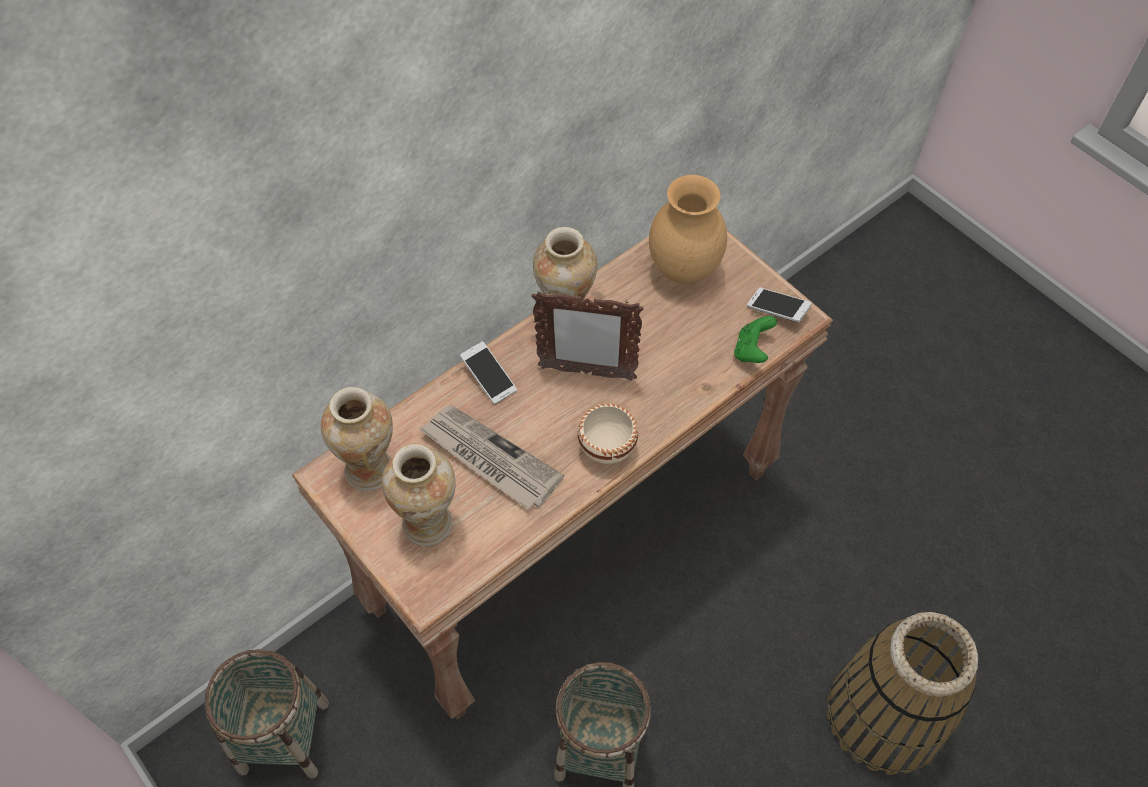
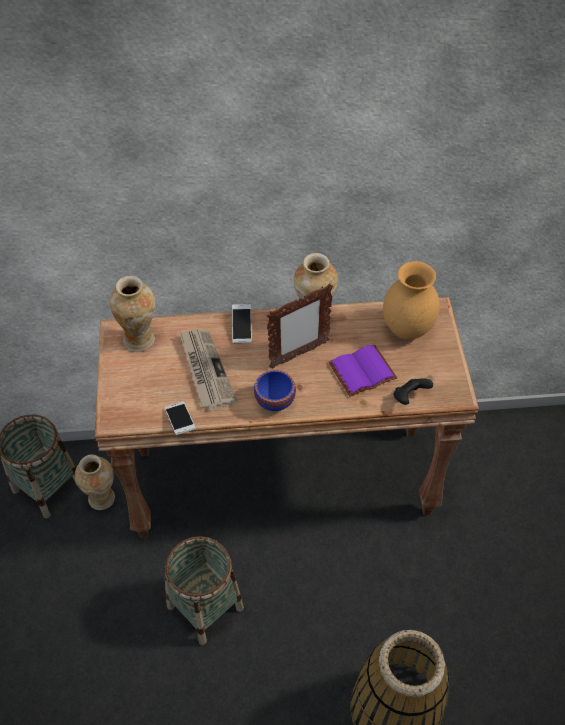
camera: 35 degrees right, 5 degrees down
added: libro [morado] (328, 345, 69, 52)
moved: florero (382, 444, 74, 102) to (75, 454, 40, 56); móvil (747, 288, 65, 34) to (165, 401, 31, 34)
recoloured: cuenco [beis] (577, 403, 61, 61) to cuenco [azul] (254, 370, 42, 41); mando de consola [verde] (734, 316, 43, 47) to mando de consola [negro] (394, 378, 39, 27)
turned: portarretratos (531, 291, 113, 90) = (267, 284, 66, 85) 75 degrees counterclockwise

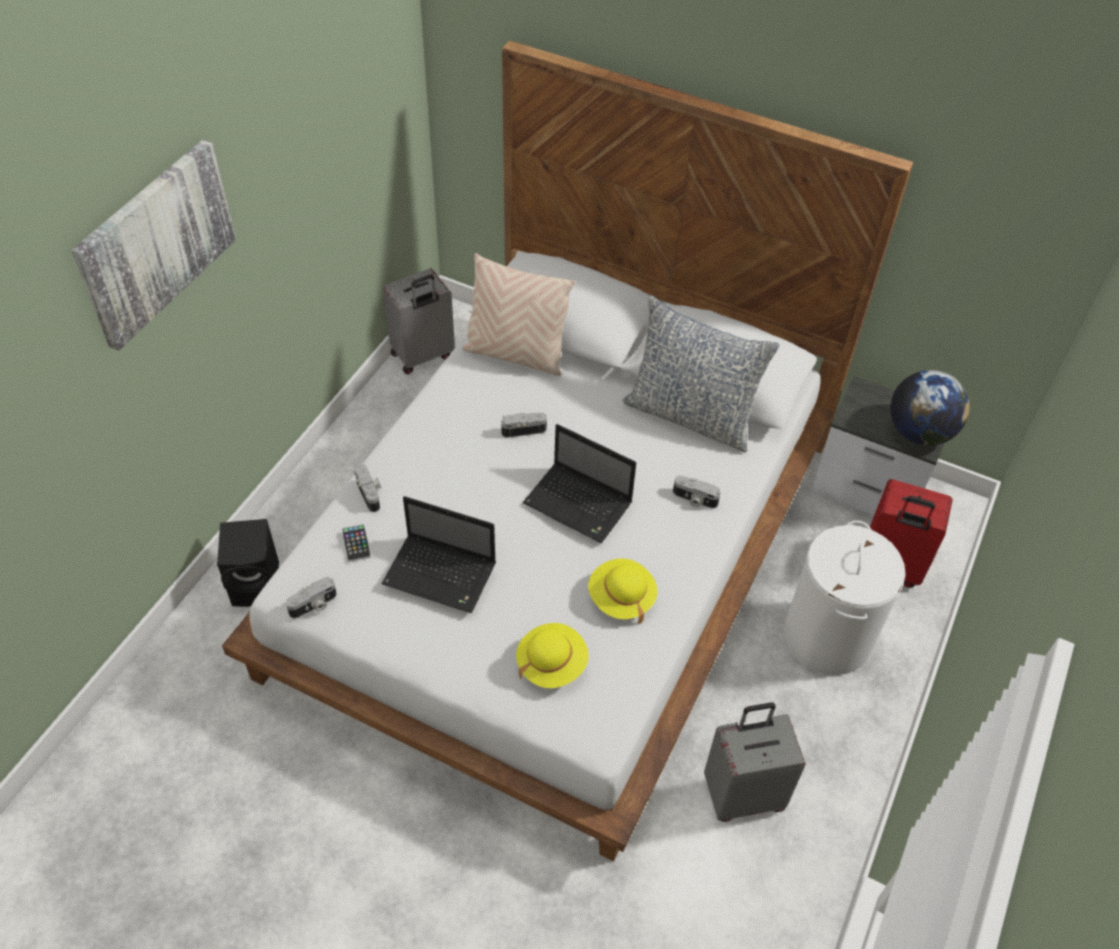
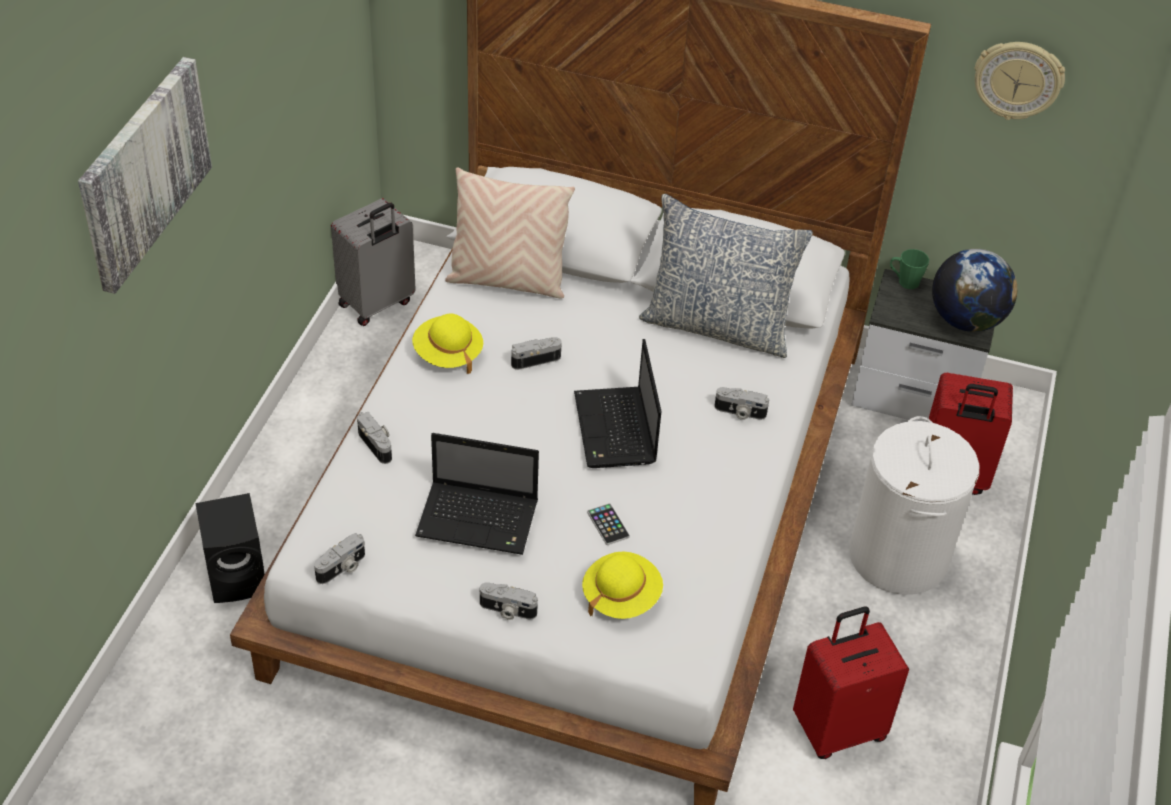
camera: 10 degrees left, 5 degrees down
added: cámara (480, 582, 58, 38); taza grande [verde] (890, 249, 39, 40); reloj de pared (974, 42, 91, 78)
moved: móvil (342, 524, 29, 38) to (587, 503, 43, 42); sombrero [amarillo] (588, 558, 69, 66) to (412, 314, 71, 60)
recoloured: maleta [gris] (704, 703, 102, 119) to maleta [rojo] (793, 606, 116, 153)
turned: portátil (523, 424, 113, 119) = (574, 339, 88, 129) 60 degrees clockwise

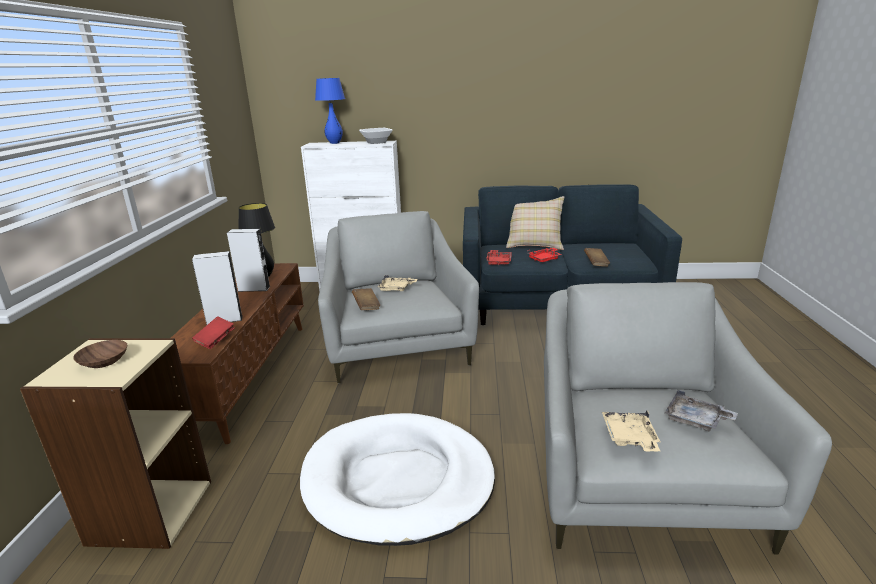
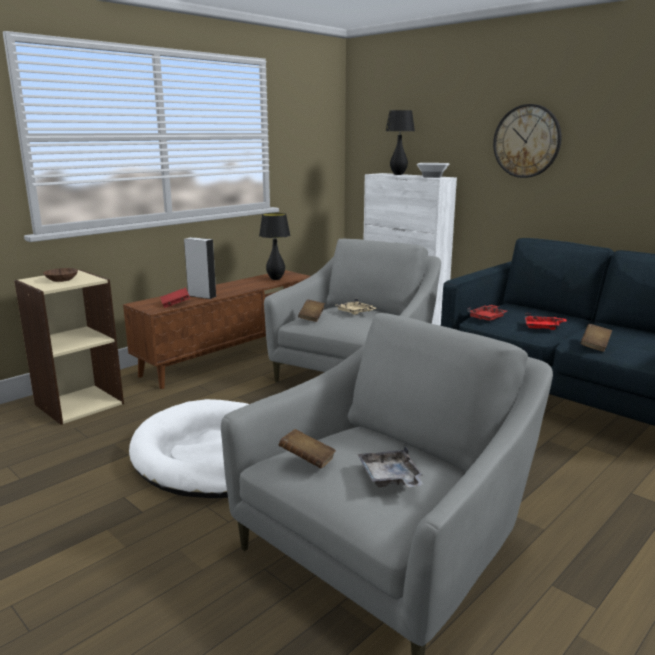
camera: 40 degrees right, 5 degrees down
removed: altavoz [gris] (227, 229, 43, 63); cojín [beis] (506, 196, 58, 54)
added: reloj de pared (493, 104, 68, 74)
replaced: bandeja [beis] (602, 410, 59, 41) to libro [marrón] (278, 429, 58, 39)
recoloured: lámpara de mesa [azul] (315, 78, 30, 66) to lámpara de mesa [negro] (386, 110, 29, 65)

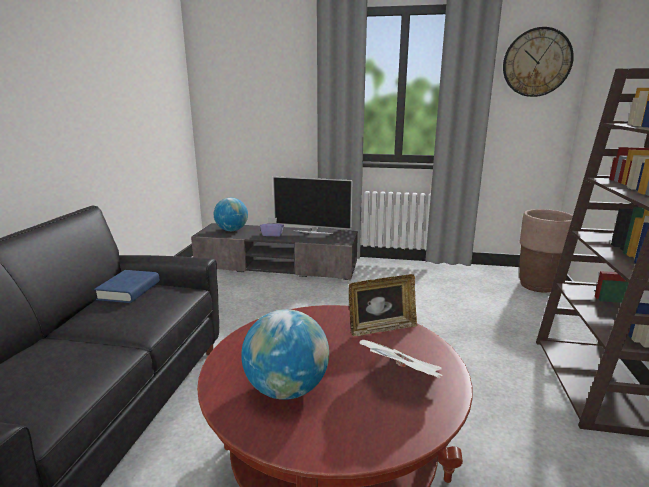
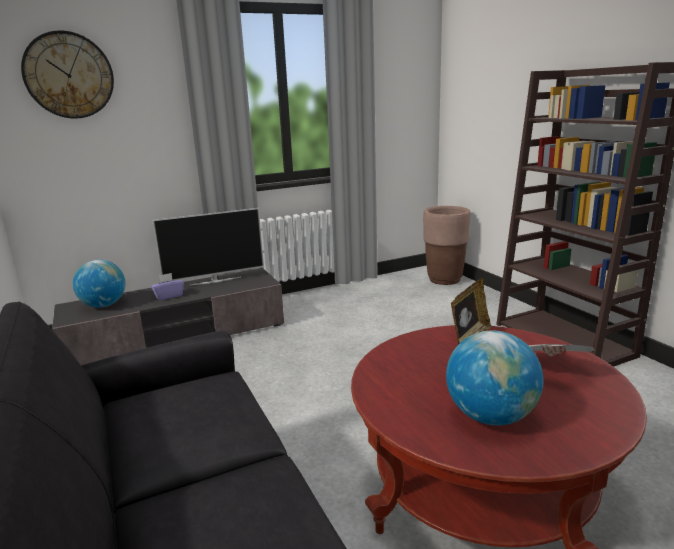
camera: 35 degrees left, 0 degrees up
removed: libro [azul] (94, 270, 65, 33)
moved: reloj de pared (503, 27, 71, 70) to (21, 30, 93, 89)

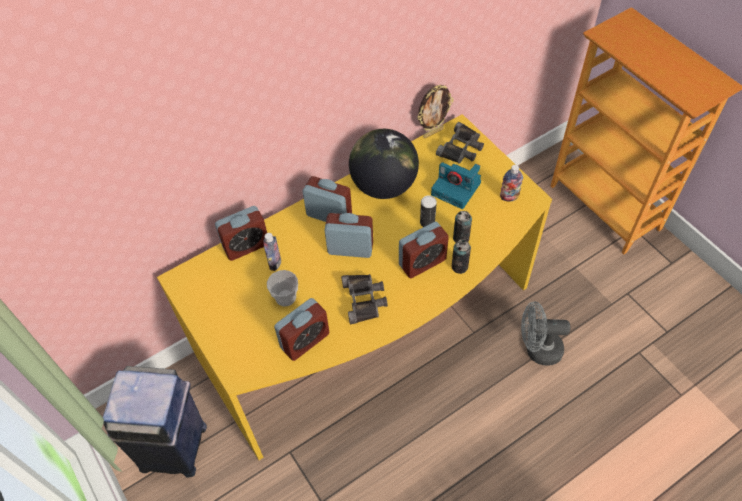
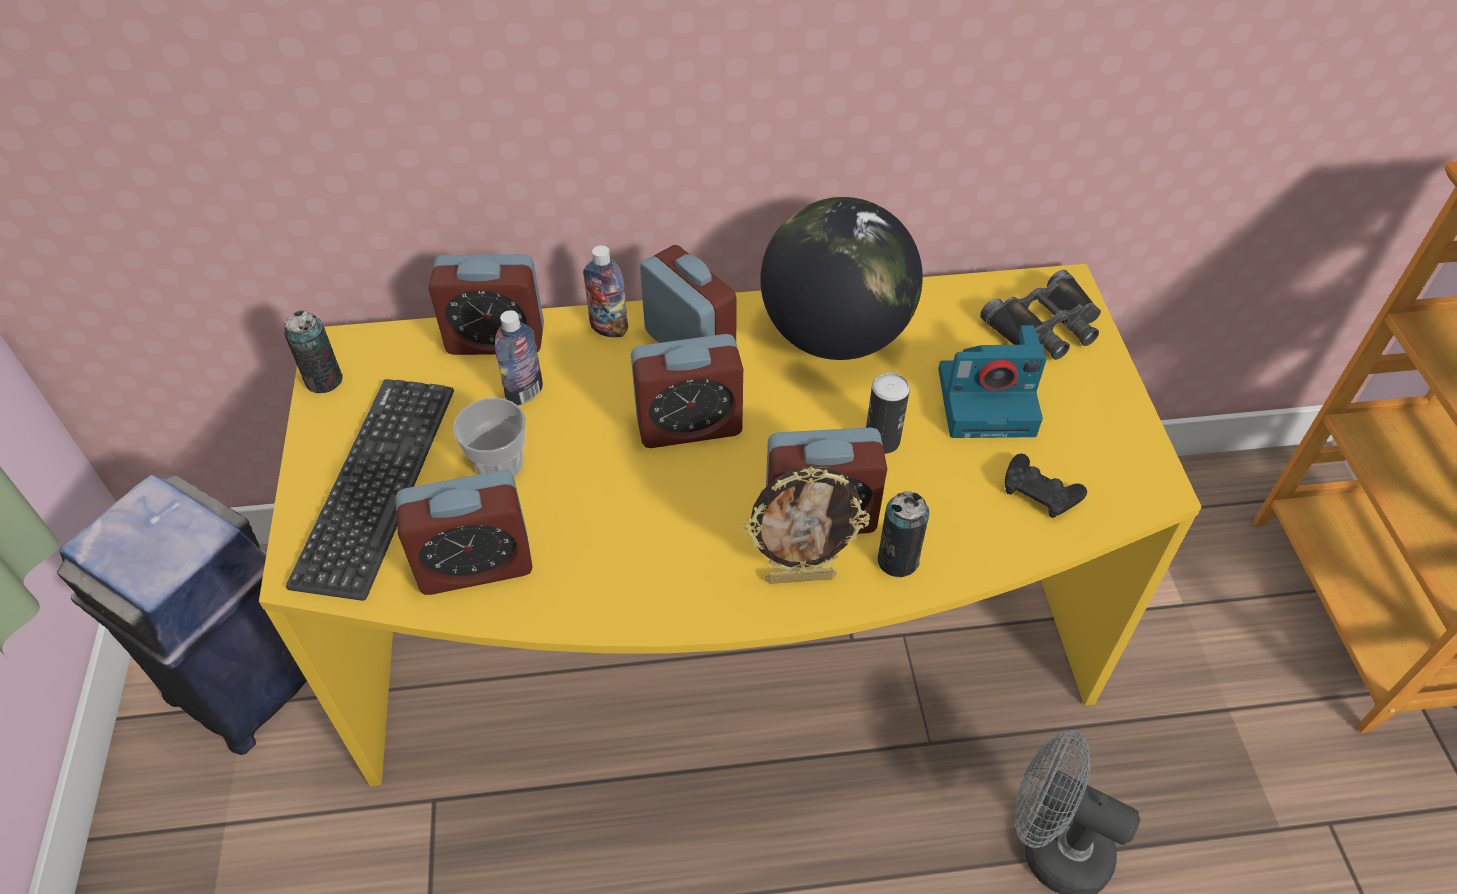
camera: 25 degrees right, 5 degrees down
removed: prismáticos [negro] (341, 274, 47, 50)
added: teclado (286, 379, 168, 222); mando de consola [negro] (1005, 454, 82, 64)
moved: portarretratos (417, 85, 36, 53) to (743, 466, 127, 118); lata (453, 211, 19, 32) to (284, 310, 59, 83); botella (500, 165, 23, 36) to (583, 245, 45, 92)
turned: despertador (325, 213, 48, 45) = (631, 334, 112, 114) 135 degrees clockwise; cámara (431, 162, 50, 47) = (938, 325, 108, 113) 60 degrees counterclockwise

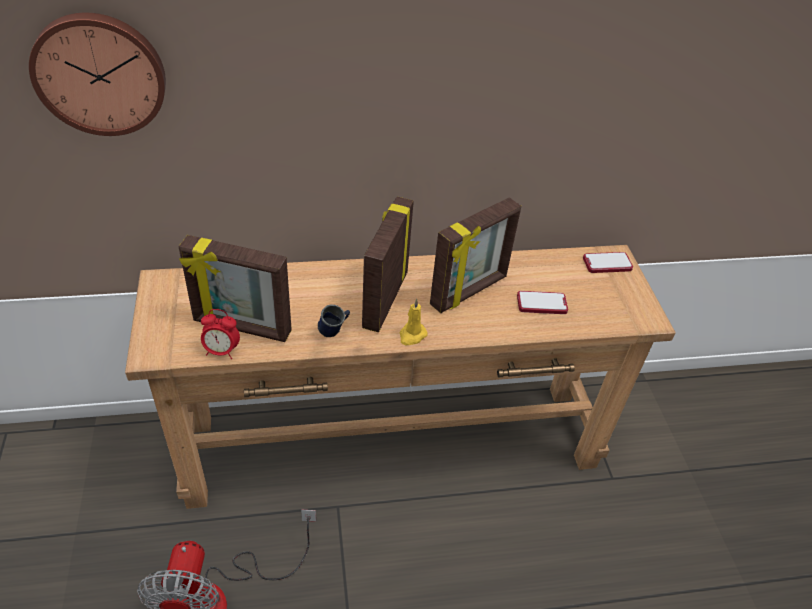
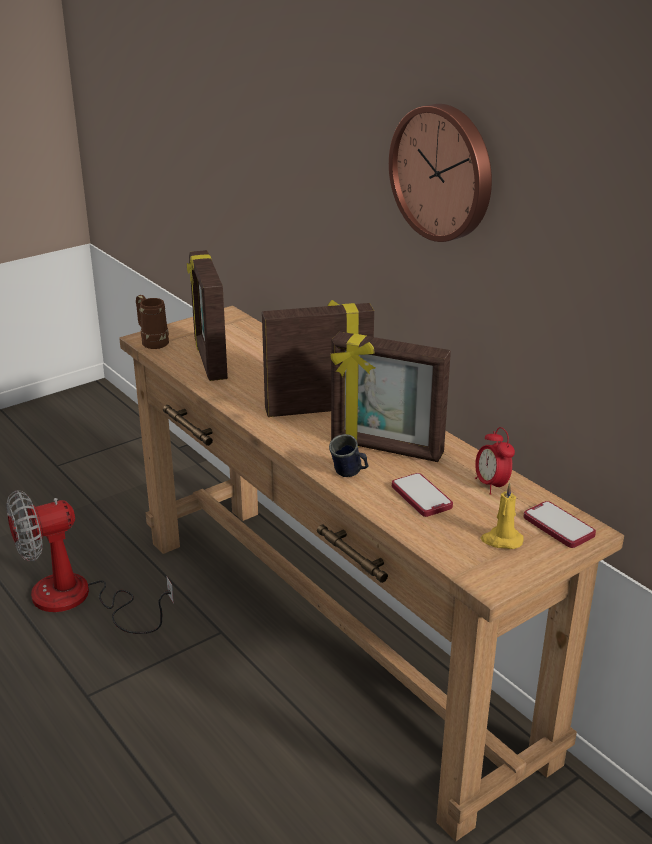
camera: 65 degrees right, 15 degrees down
added: taza grande [marrón] (136, 295, 33, 54)
moved: reloj de pared (29, 13, 137, 123) to (389, 104, 103, 138); despertador (201, 309, 39, 50) to (475, 427, 40, 68); taza grande [azul] (318, 305, 32, 32) to (329, 434, 39, 43); vela [amarillo] (399, 298, 29, 47) to (481, 483, 43, 66)

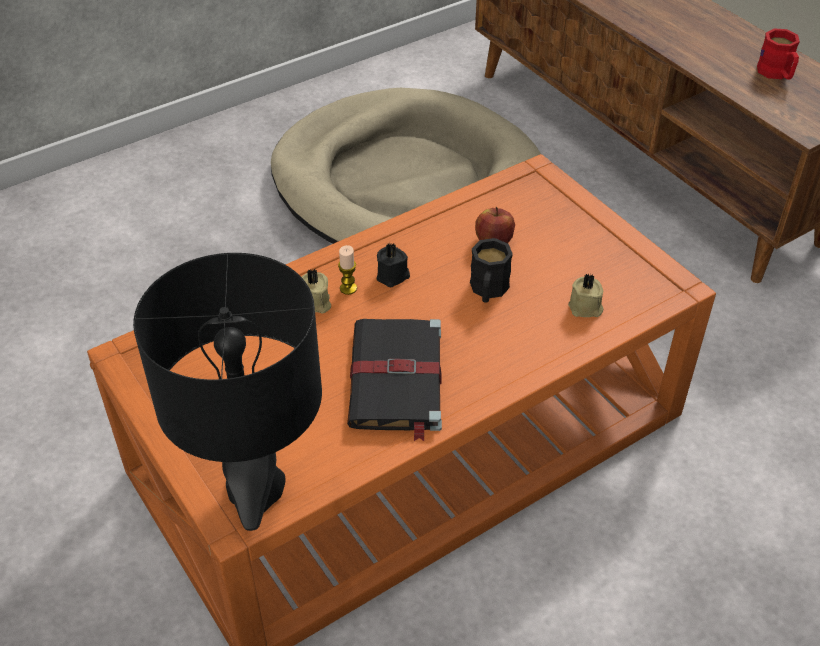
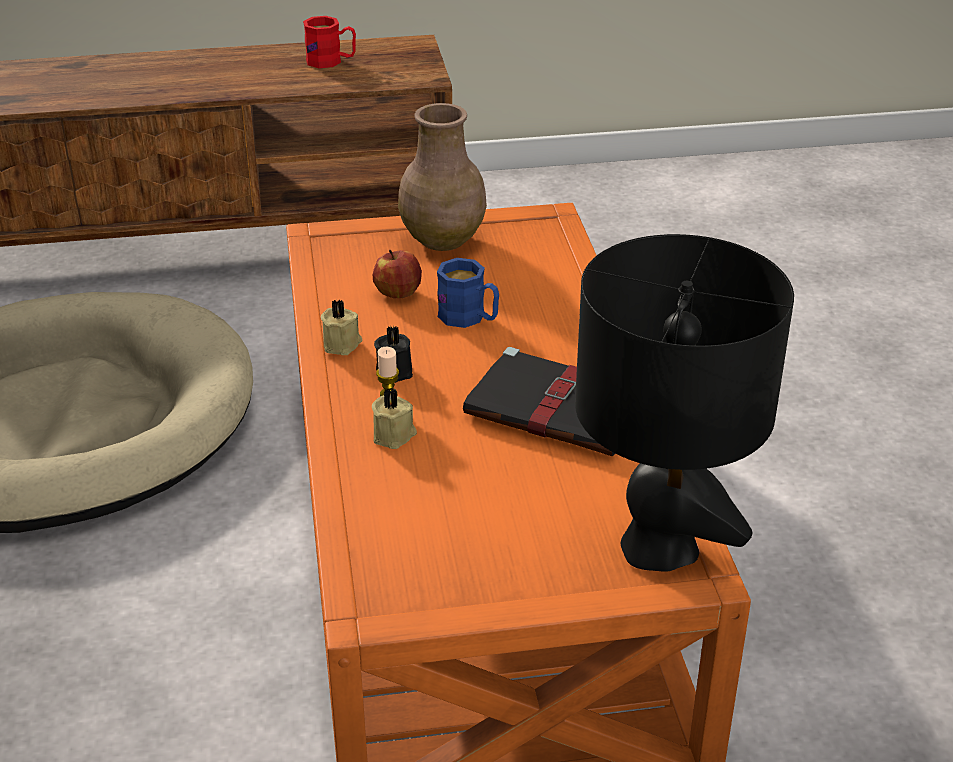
camera: 65 degrees left, 10 degrees down
added: florero [marrón] (398, 103, 89, 148)
moved: vela [beis] (568, 274, 36, 43) to (321, 299, 42, 56)
recoloured: taza grande [negro] (470, 238, 43, 65) to taza grande [azul] (437, 258, 62, 70)

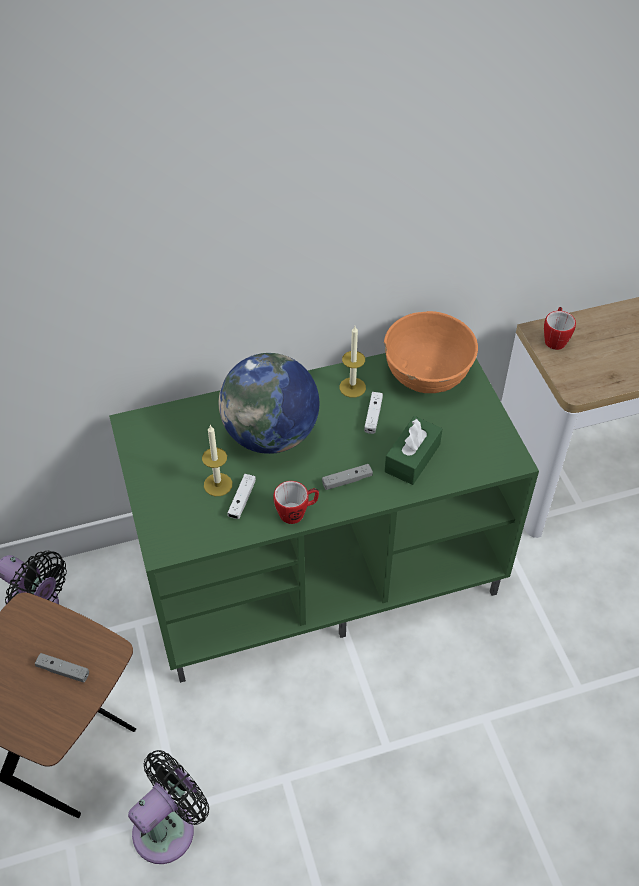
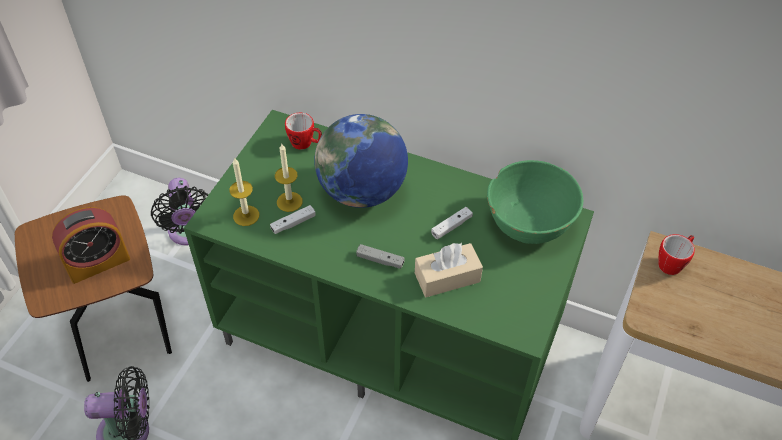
camera: 40 degrees right, 0 degrees up
moved: taza grande (274, 481, 45, 43) to (285, 113, 37, 37); vela (340, 326, 26, 72) to (229, 157, 30, 69)
replaced: mando de consola [gris] (35, 653, 54, 30) to despertador (52, 207, 78, 77)
recoloured: cuenco [naranja] (384, 311, 94, 82) to cuenco [verde] (487, 160, 96, 84); caja de pañuelos [verde] (385, 416, 57, 69) to caja de pañuelos [beis] (415, 242, 68, 55)

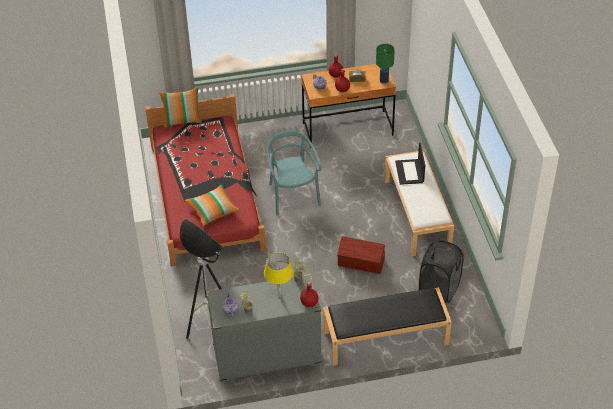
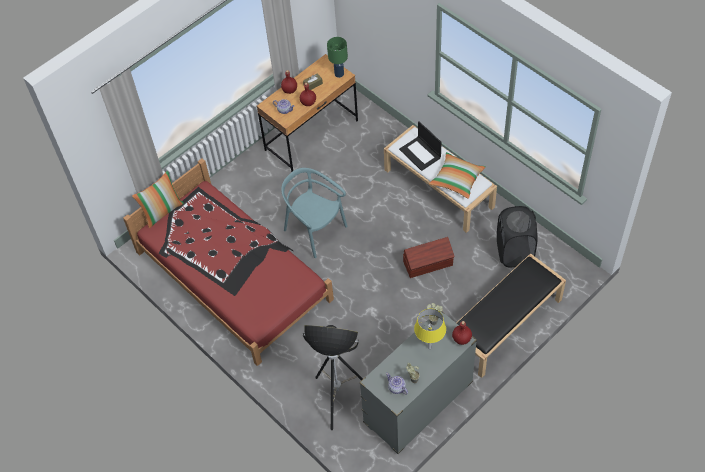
camera: 30 degrees left, 10 degrees up
moved: cojín (185, 185, 55, 41) to (429, 152, 57, 47)

